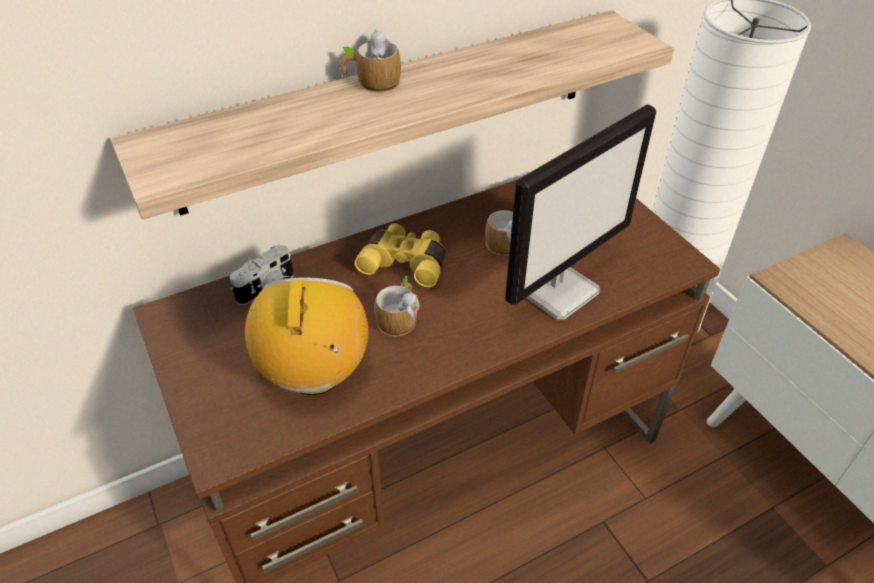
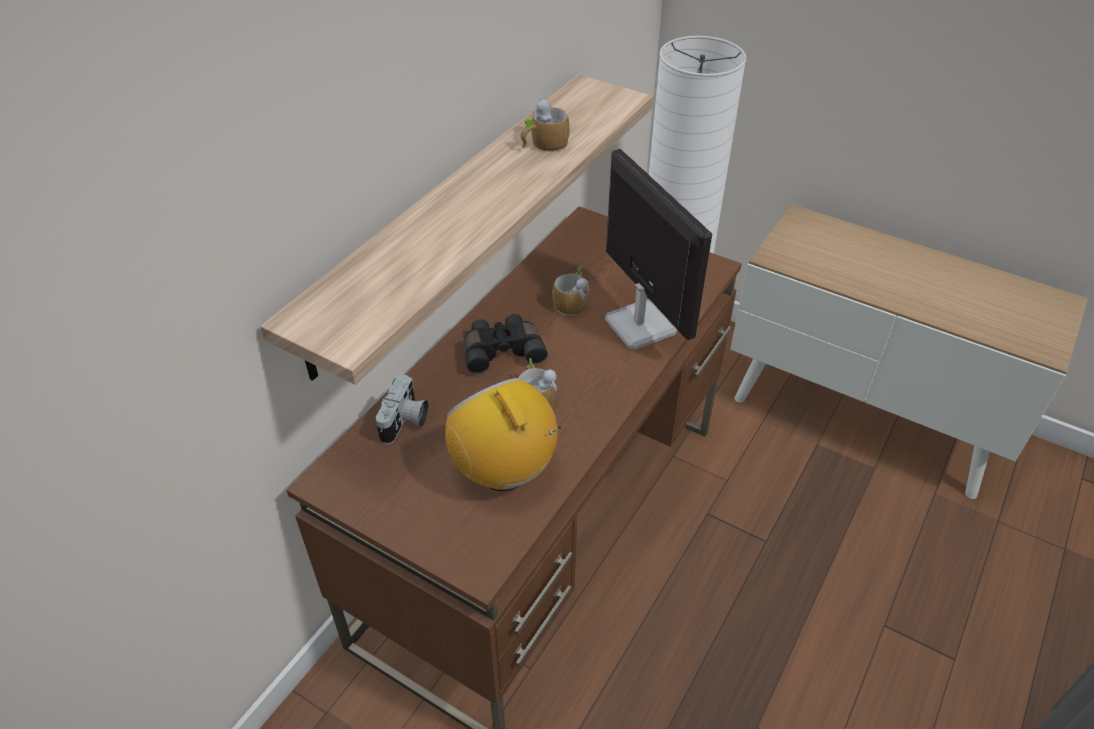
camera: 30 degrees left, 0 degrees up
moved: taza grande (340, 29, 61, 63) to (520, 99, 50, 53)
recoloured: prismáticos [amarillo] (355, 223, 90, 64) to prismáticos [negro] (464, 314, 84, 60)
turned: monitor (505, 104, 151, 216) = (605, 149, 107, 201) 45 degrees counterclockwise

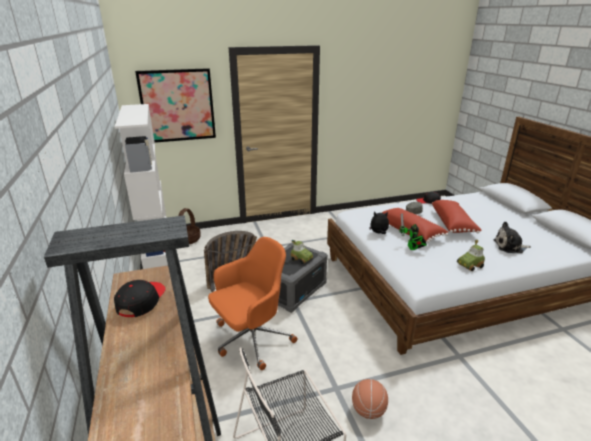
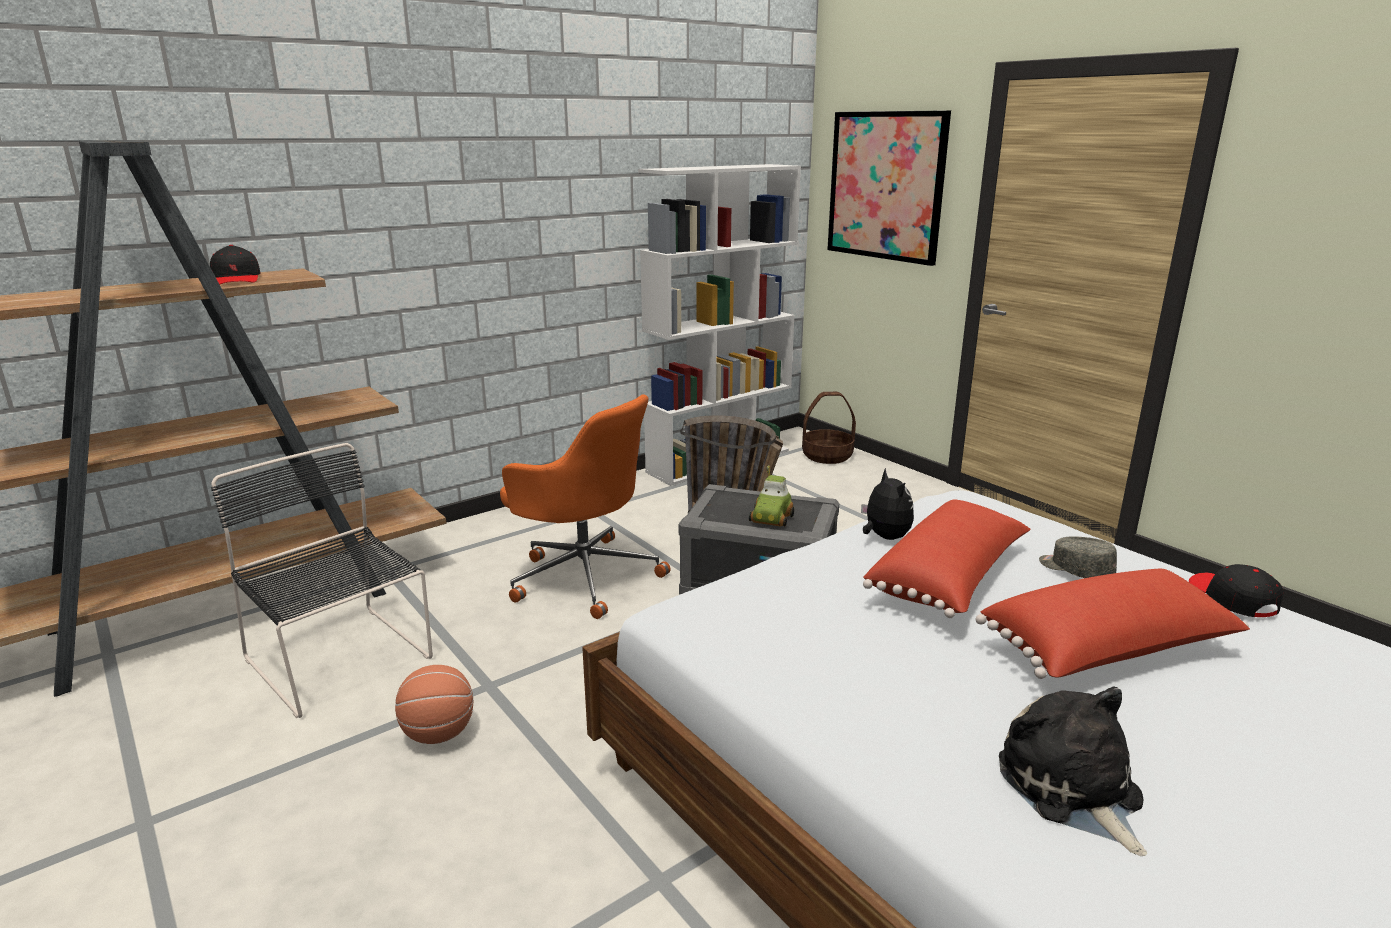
camera: 70 degrees right, 5 degrees down
removed: robot de juguete (400, 213, 27, 37); coche de juguete (457, 240, 28, 31)
turned: gorra [negro] (114, 280, 52, 37) = (210, 245, 51, 39) 75 degrees clockwise

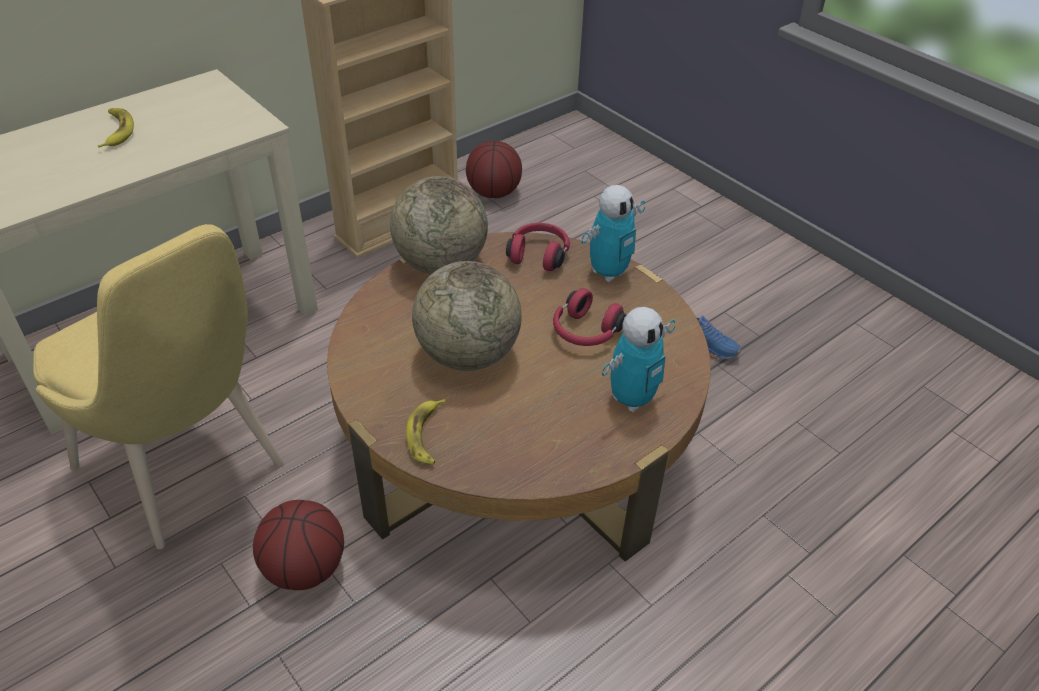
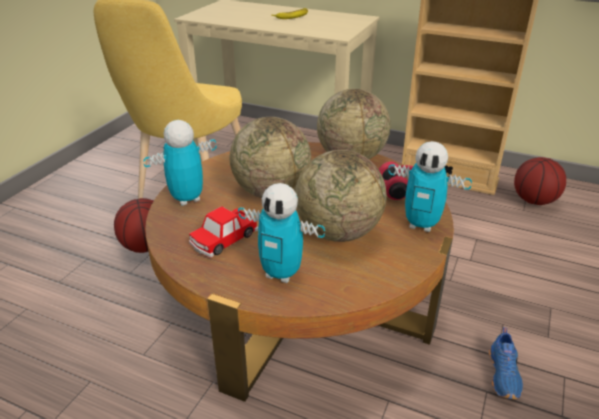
camera: 65 degrees right, 10 degrees down
added: coche de juguete (189, 206, 69, 52)
replaced: plátano (406, 399, 40, 66) to robot de juguete (143, 120, 73, 86); auriculares [rojo] (553, 288, 73, 58) to globo terráqueo (295, 150, 92, 92)

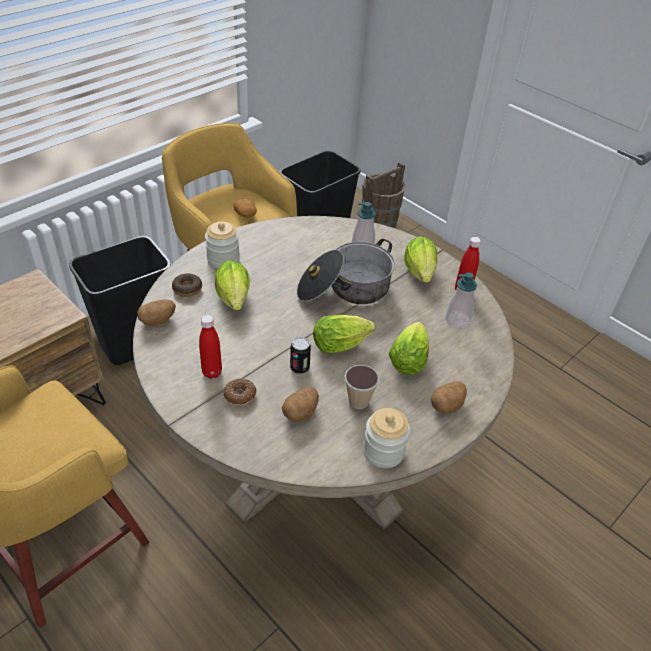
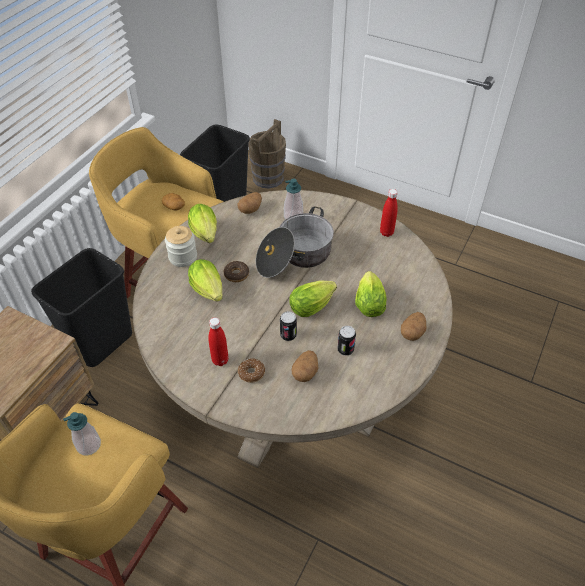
camera: 15 degrees left, 5 degrees up
removed: tarro (363, 408, 47, 60)
moved: patata (137, 299, 39, 27) to (237, 192, 25, 22); rosquilla (172, 273, 30, 24) to (224, 261, 25, 21); lechuga (404, 236, 34, 46) to (188, 204, 29, 39); dispensador de jabón (446, 272, 31, 56) to (63, 412, 38, 44)
replaced: taza (345, 365, 34, 44) to lata (337, 326, 19, 30)

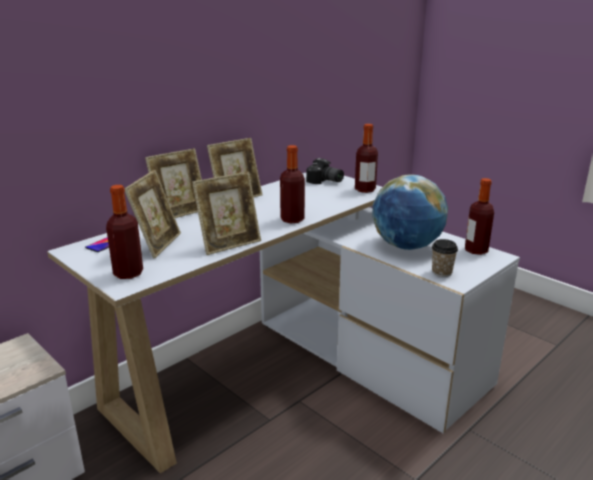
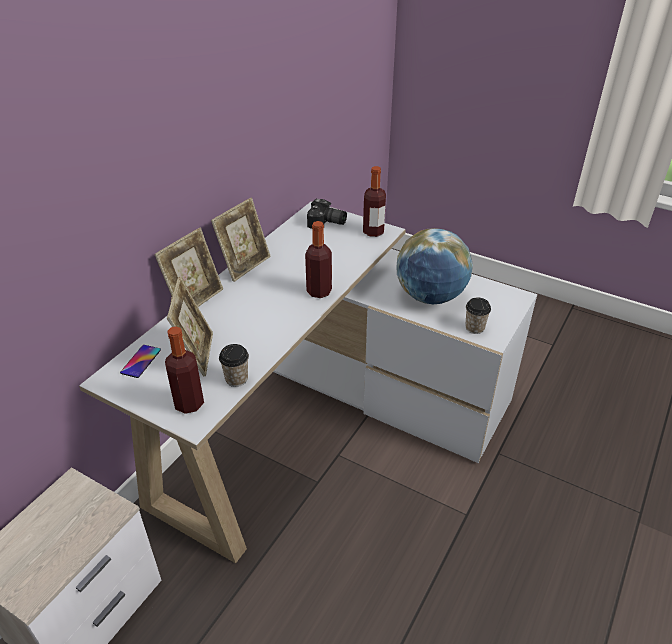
camera: 15 degrees left, 15 degrees up
removed: portarretratos (192, 172, 69, 83); botella (465, 178, 29, 77)
added: taza (219, 344, 30, 43)

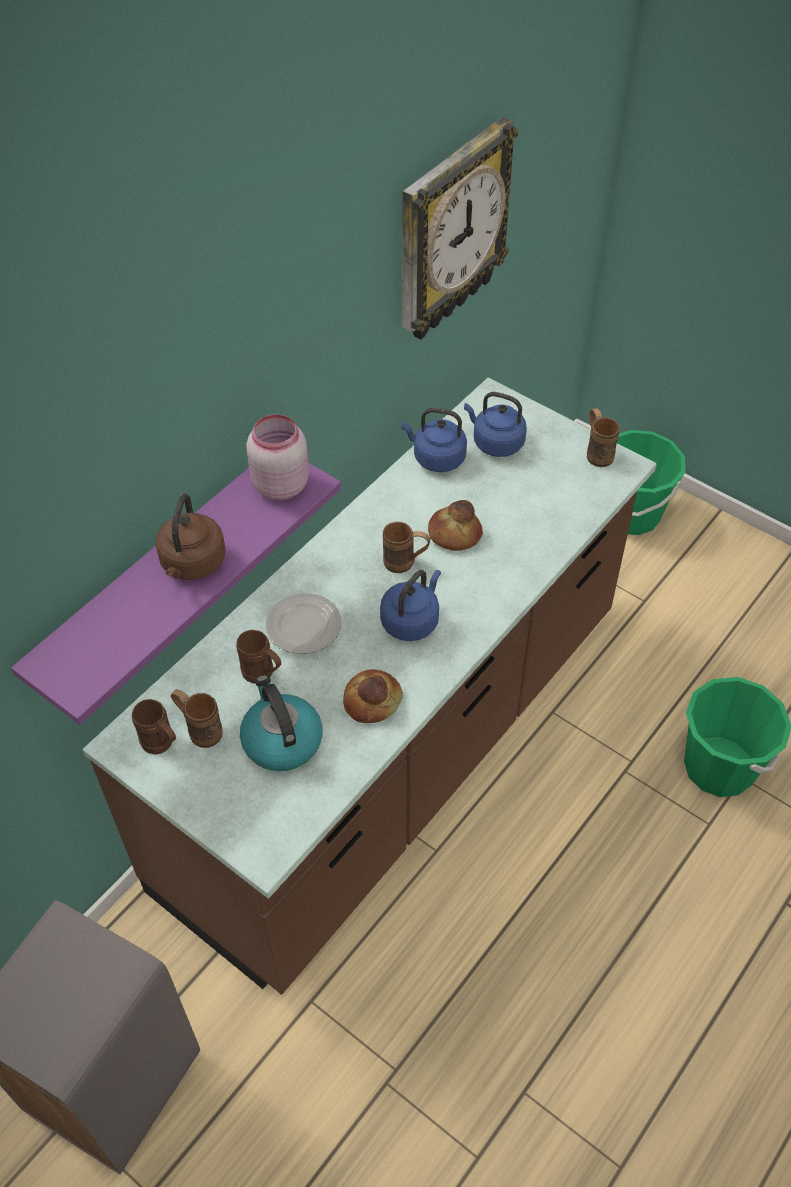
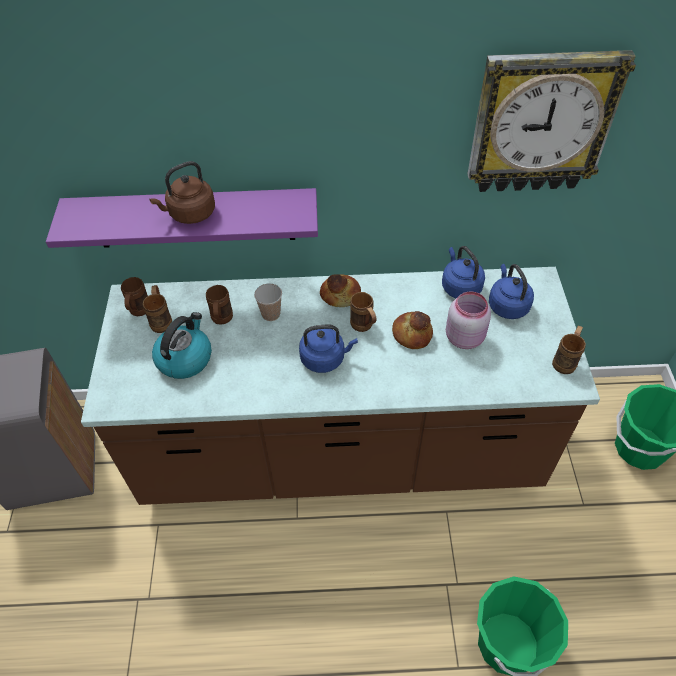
camera: 50 degrees right, 0 degrees up
moved: tarro [rosa] (246, 414, 63, 86) to (446, 292, 45, 57); pan (343, 669, 60, 54) to (320, 274, 41, 33)
replaced: plato (266, 593, 75, 61) to taza (254, 284, 28, 37)

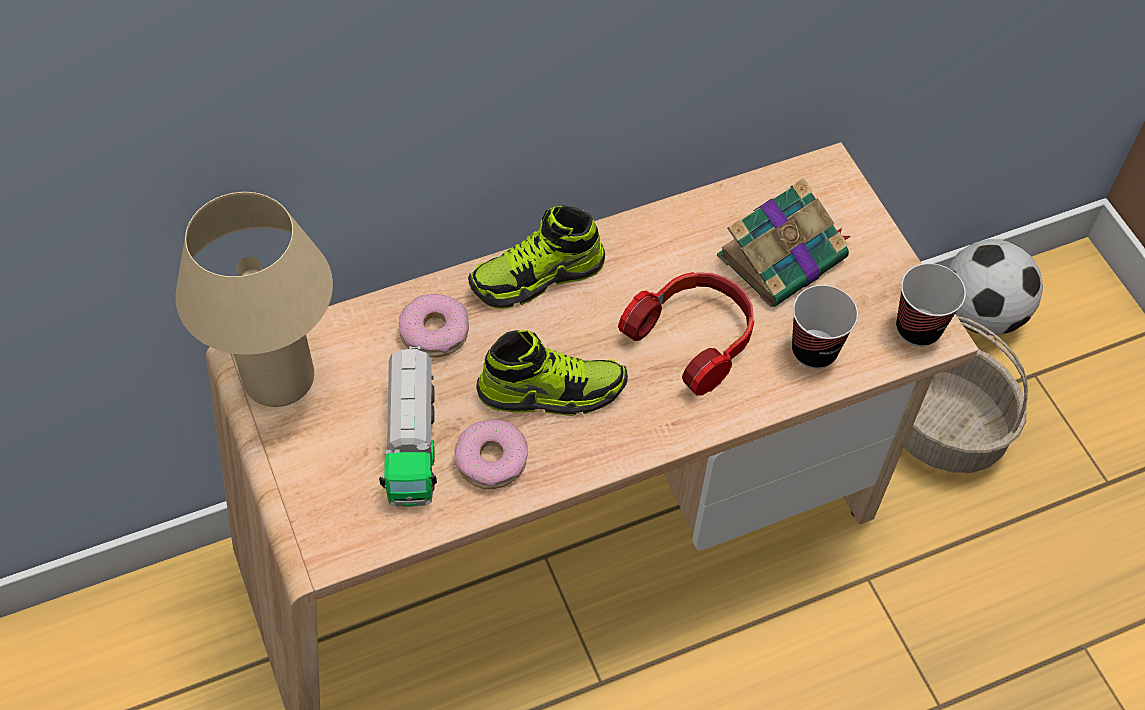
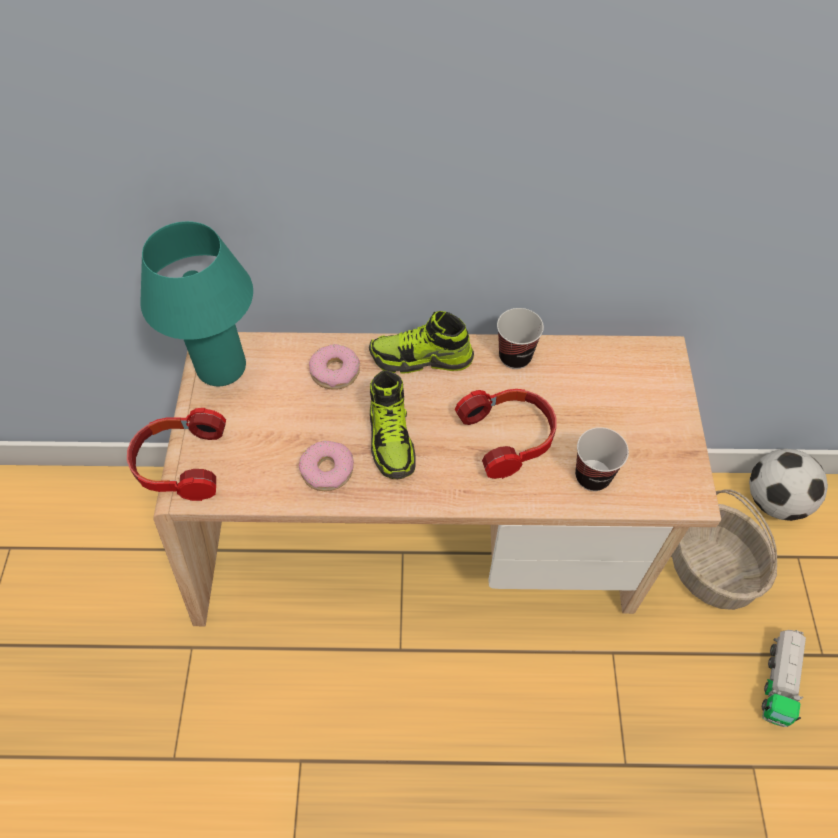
camera: 25 degrees right, 0 degrees up
removed: libro (717, 178, 134, 129)
added: auriculares (127, 408, 99, 93)
moved: camión de juguete (379, 346, 58, 161) to (762, 630, 44, 97); taza (896, 263, 70, 84) to (497, 308, 47, 61)
recoloured: lámpara de mesa [beis] (175, 192, 158, 215) to lámpara de mesa [turquesa] (140, 221, 113, 165)
turned: zapato (476, 330, 152, 86) = (370, 370, 46, 109) 60 degrees clockwise

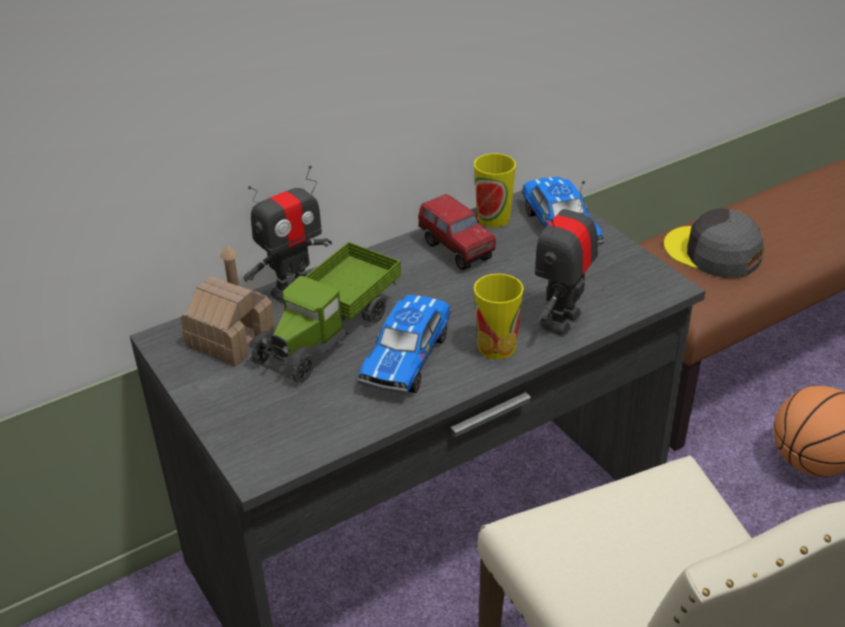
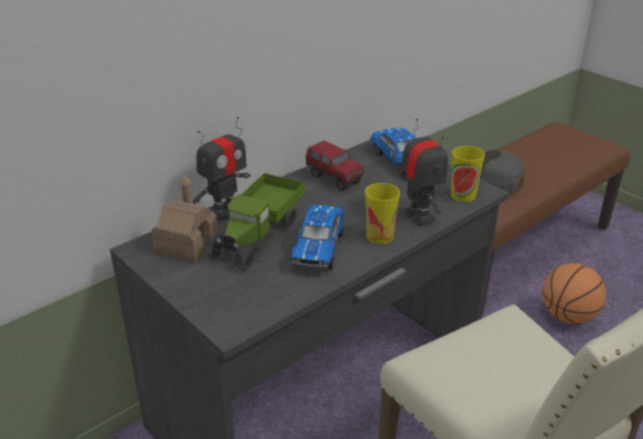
camera: 10 degrees left, 5 degrees down
moved: taza (474, 153, 42, 75) to (451, 146, 34, 56)
turned: robot de juguete (535, 181, 63, 156) = (401, 118, 47, 109) 135 degrees clockwise

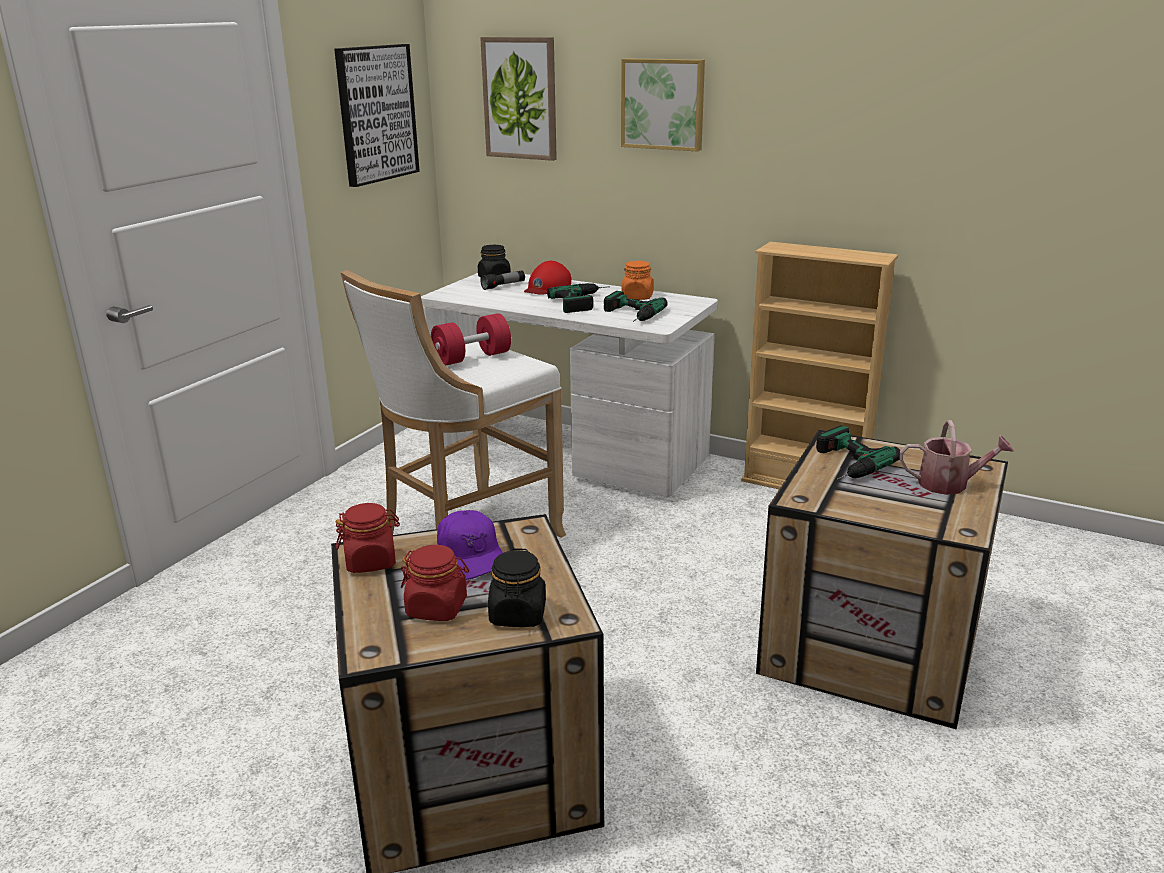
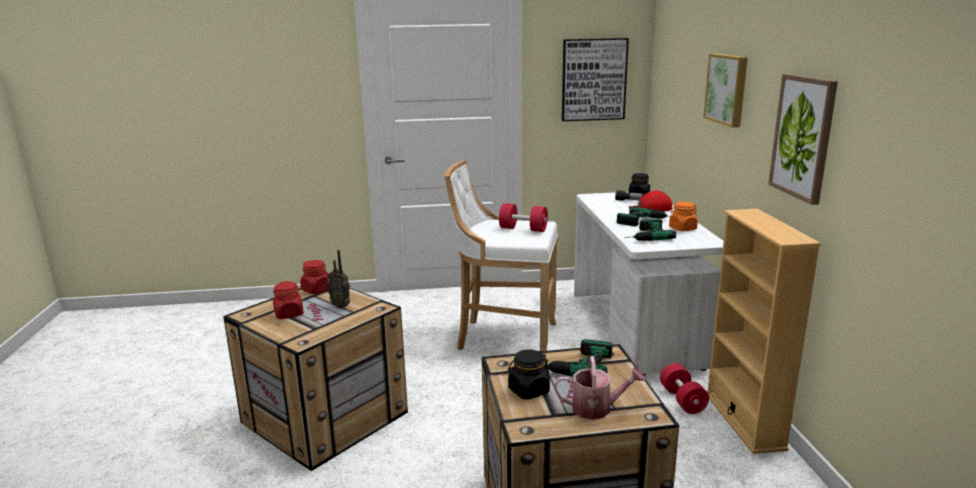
camera: 55 degrees right, 5 degrees down
added: mancuerna [rojo] (660, 363, 49, 51)
moved: cuadro (480, 37, 77, 124) to (768, 74, 70, 131); tarro [negro] (488, 548, 58, 79) to (508, 349, 42, 51)
replaced: gorra [morado] (437, 510, 66, 70) to radio (326, 250, 24, 58)
turned: regadera (900, 420, 114, 75) = (554, 356, 91, 64) 60 degrees counterclockwise

